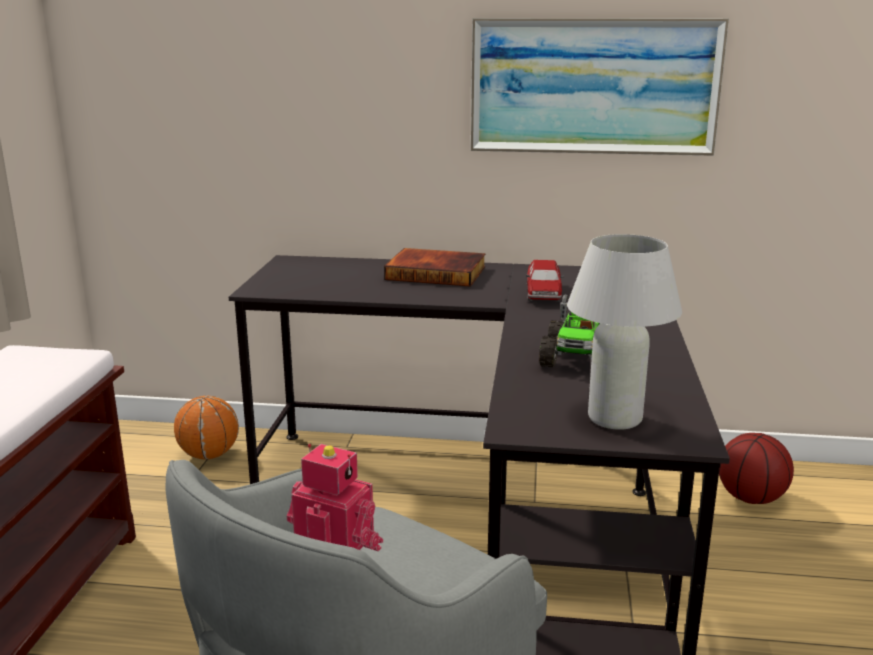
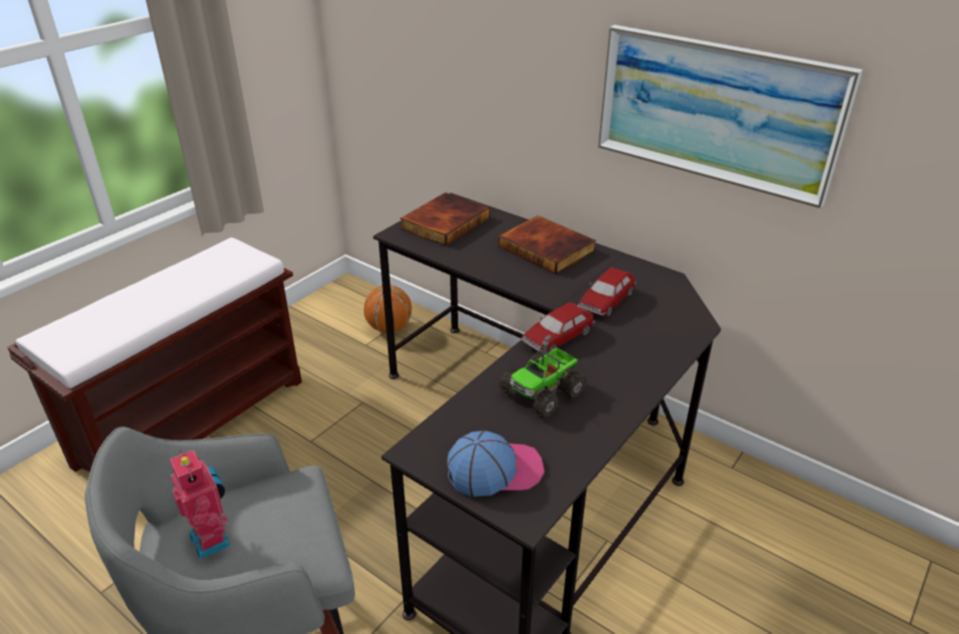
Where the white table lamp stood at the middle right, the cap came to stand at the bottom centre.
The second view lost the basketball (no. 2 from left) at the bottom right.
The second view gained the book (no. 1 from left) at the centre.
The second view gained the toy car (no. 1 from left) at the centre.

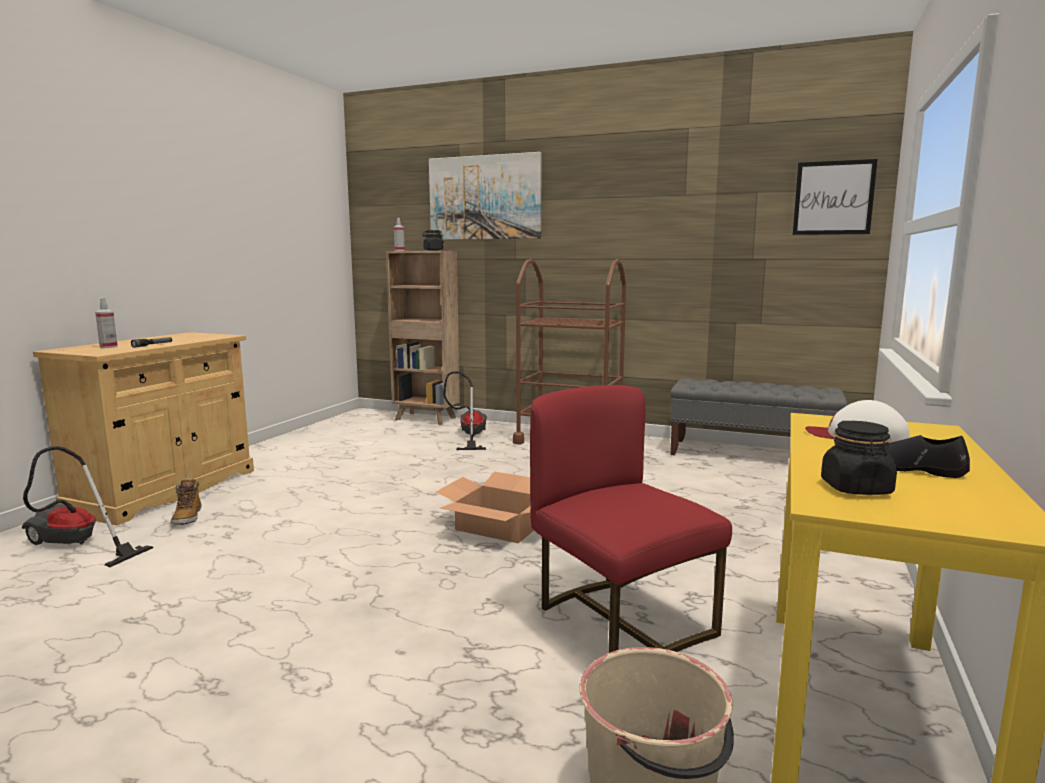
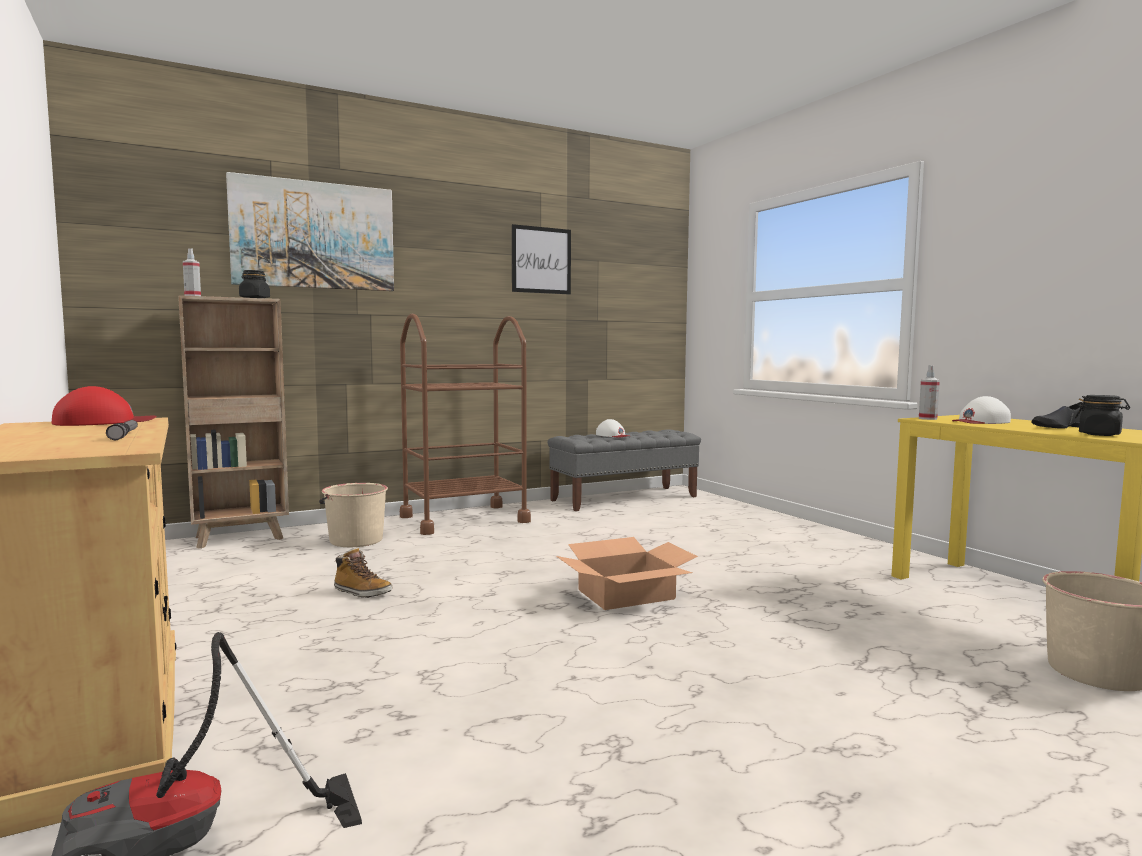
The spray bottle (no. 1 from left in the first image) ended up elsewhere, having gone from the middle left to the middle right.
The boot ended up elsewhere, having gone from the middle left to the bottom left.
Where the vacuum cleaner (no. 2 from left) stood at the centre, the beige bucket (no. 1 from left) came to stand at the middle left.
The second view lost the red chair at the centre.
The picture (no. 2 from left) ended up elsewhere, having gone from the top right to the top centre.
The second view gained the red cap at the middle left.
The second view gained the white cap (no. 1 from left) at the centre.

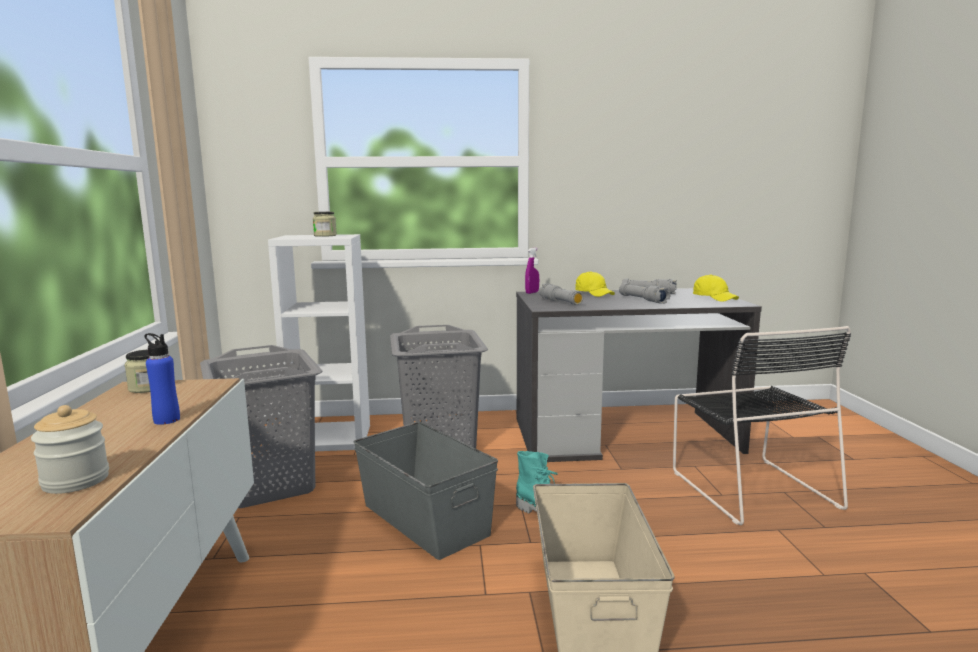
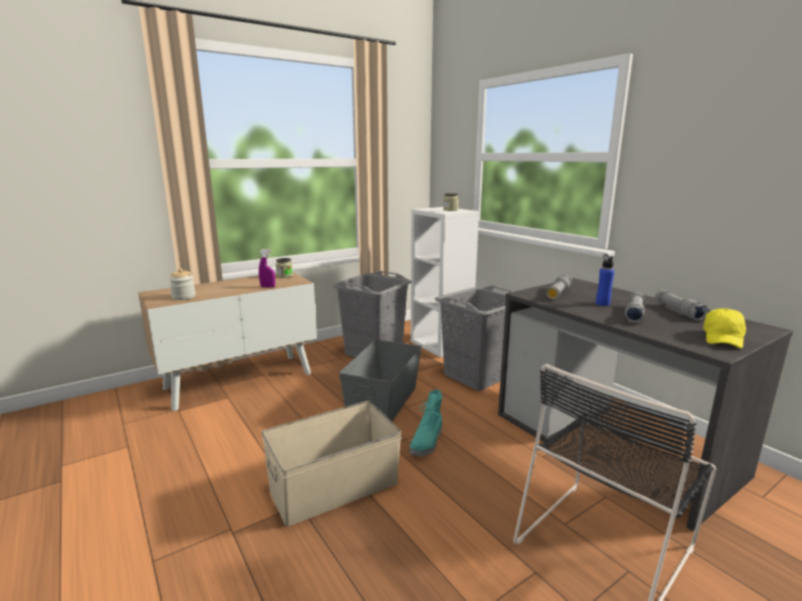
The blue bottle ended up elsewhere, having gone from the middle left to the middle right.
The purple spray bottle ended up elsewhere, having gone from the centre to the middle left.
The second view lost the yellow cap (no. 1 from left) at the centre.

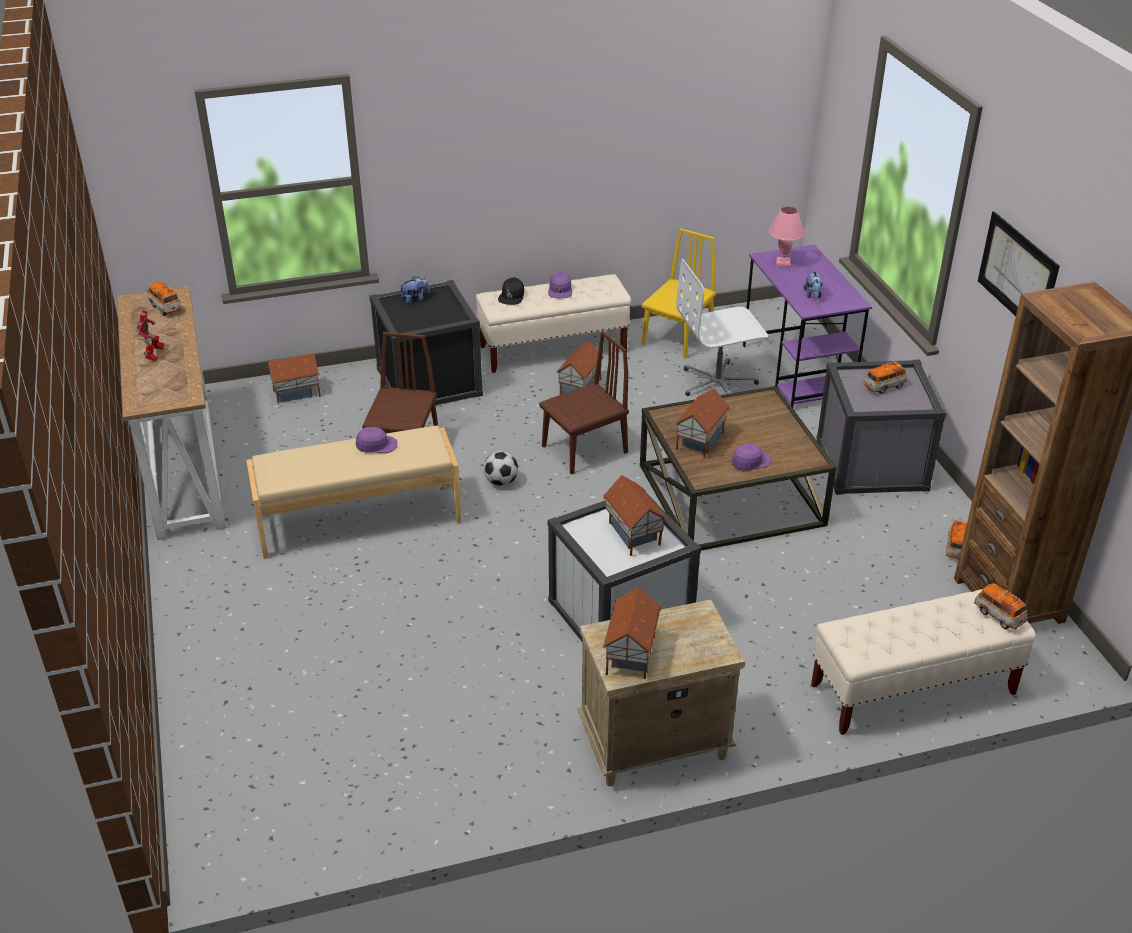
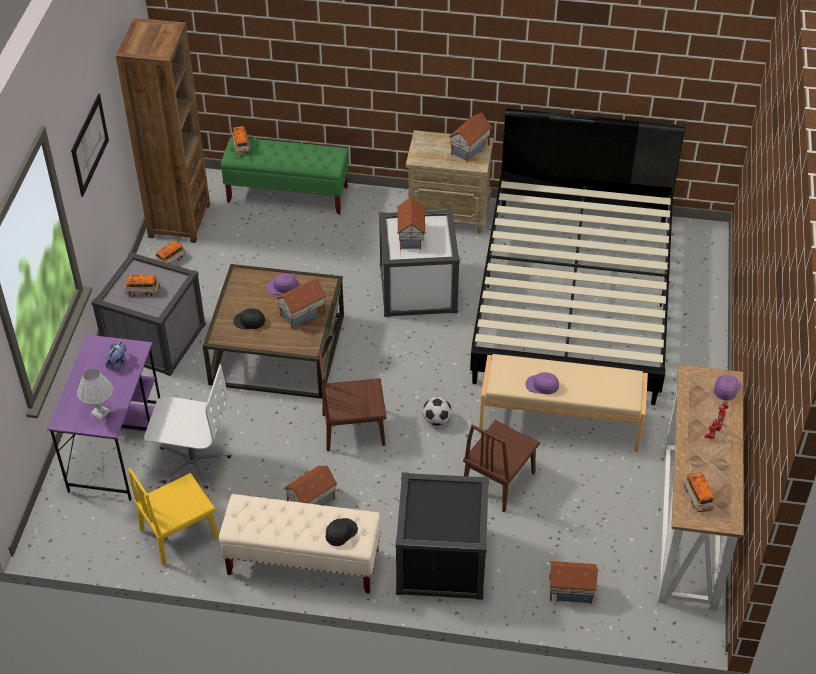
The second view lost the plush toy (no. 1 from left) at the top centre.
The purple cap (no. 2 from left in the first image) ended up elsewhere, having gone from the top centre to the middle right.
What was the pink table lamp at the top right turned into the white table lamp at the middle left.
What was the beige bench (no. 3 from left) at the bottom right turned into the green bench at the top centre.
The second view gained the black cap (no. 1 from left) at the middle left.
The second view gained the black bed at the middle right.

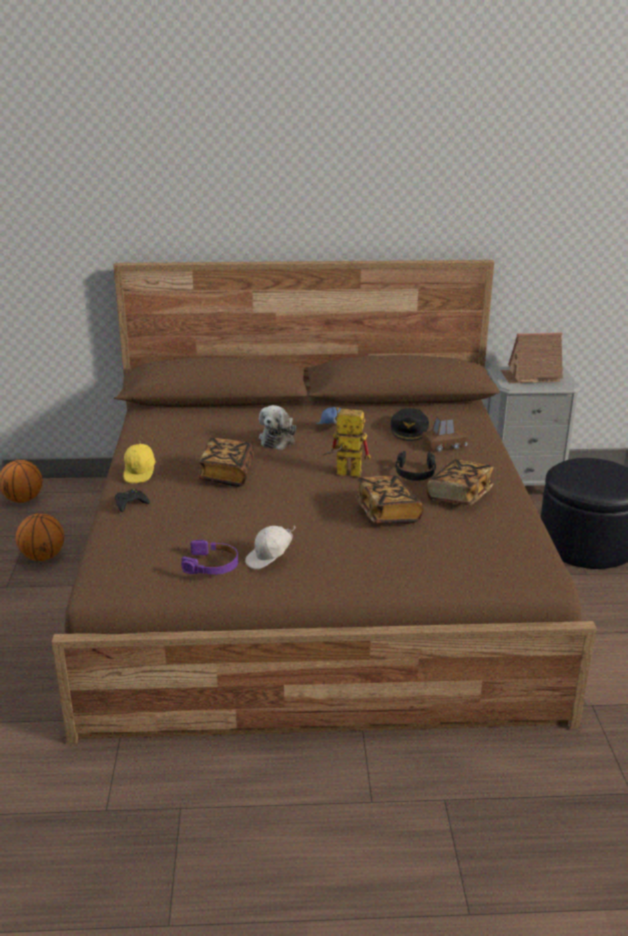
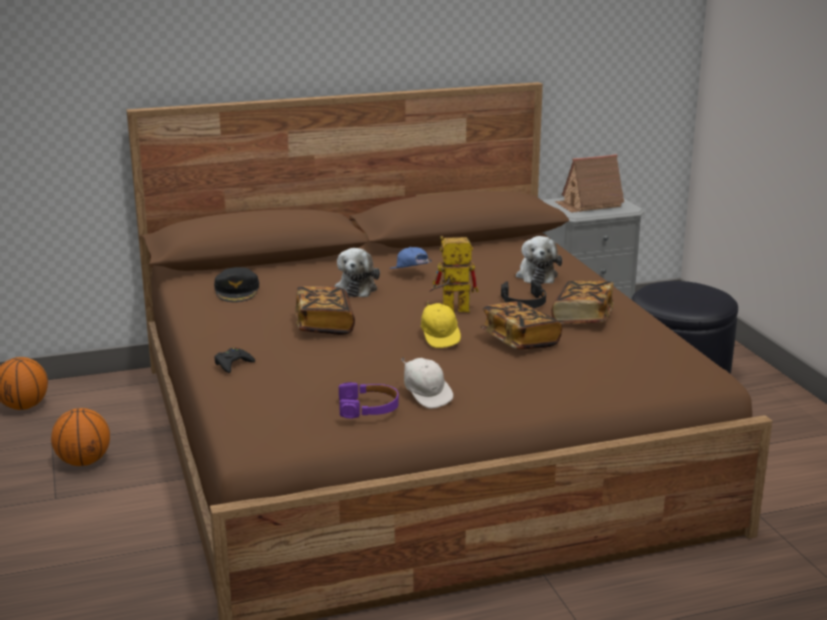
The yellow cap ended up elsewhere, having gone from the middle left to the centre.
The white cap at the centre ended up facing another way, 75 degrees counterclockwise from before.
The black cap ended up elsewhere, having gone from the centre to the middle left.
Where the brown toy car stood at the middle right, the plush toy (no. 2 from left) came to stand at the centre.

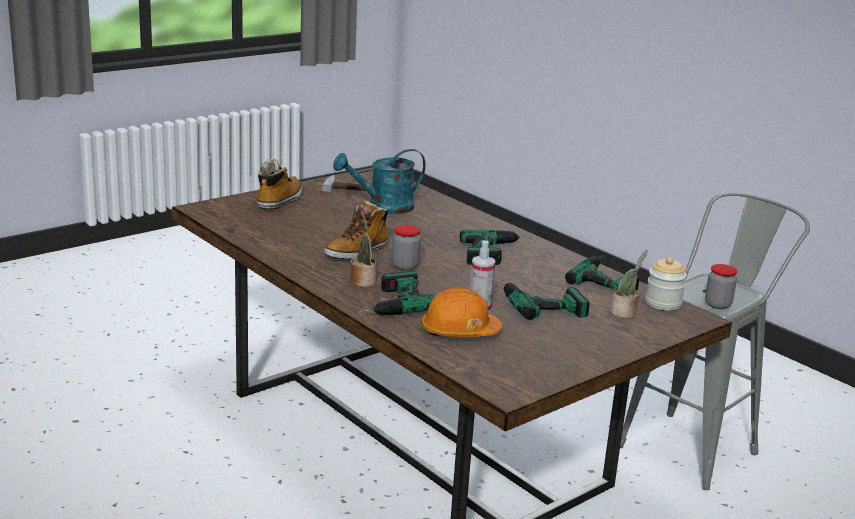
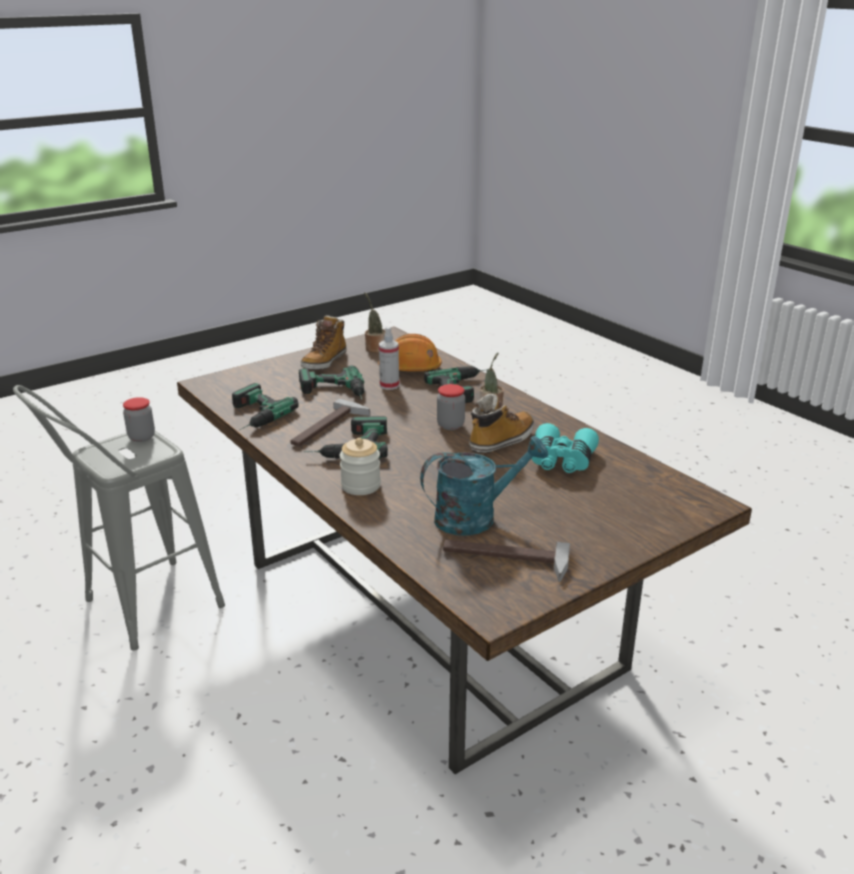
The boot (no. 1 from left) ended up elsewhere, having gone from the middle left to the centre.
The potted plant (no. 2 from left in the first image) ended up elsewhere, having gone from the middle right to the centre.
The jar (no. 2 from left) ended up elsewhere, having gone from the middle right to the centre.
The second view gained the hammer (no. 1 from left) at the centre.
The second view gained the turquoise binoculars at the centre.

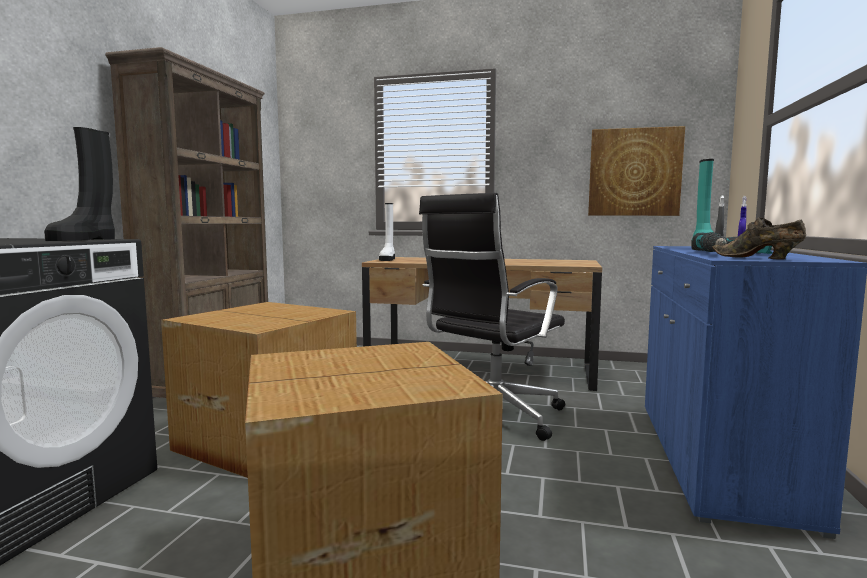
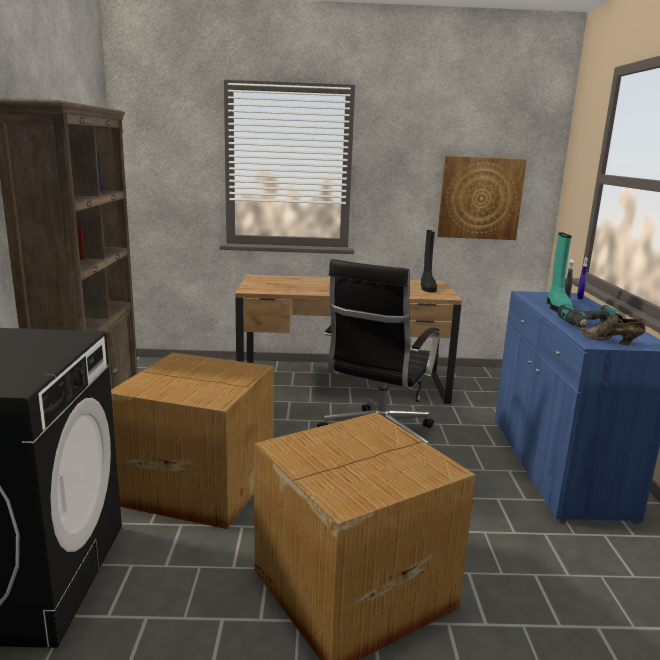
The black boot ended up elsewhere, having gone from the top left to the centre.
The second view lost the white boot at the centre.

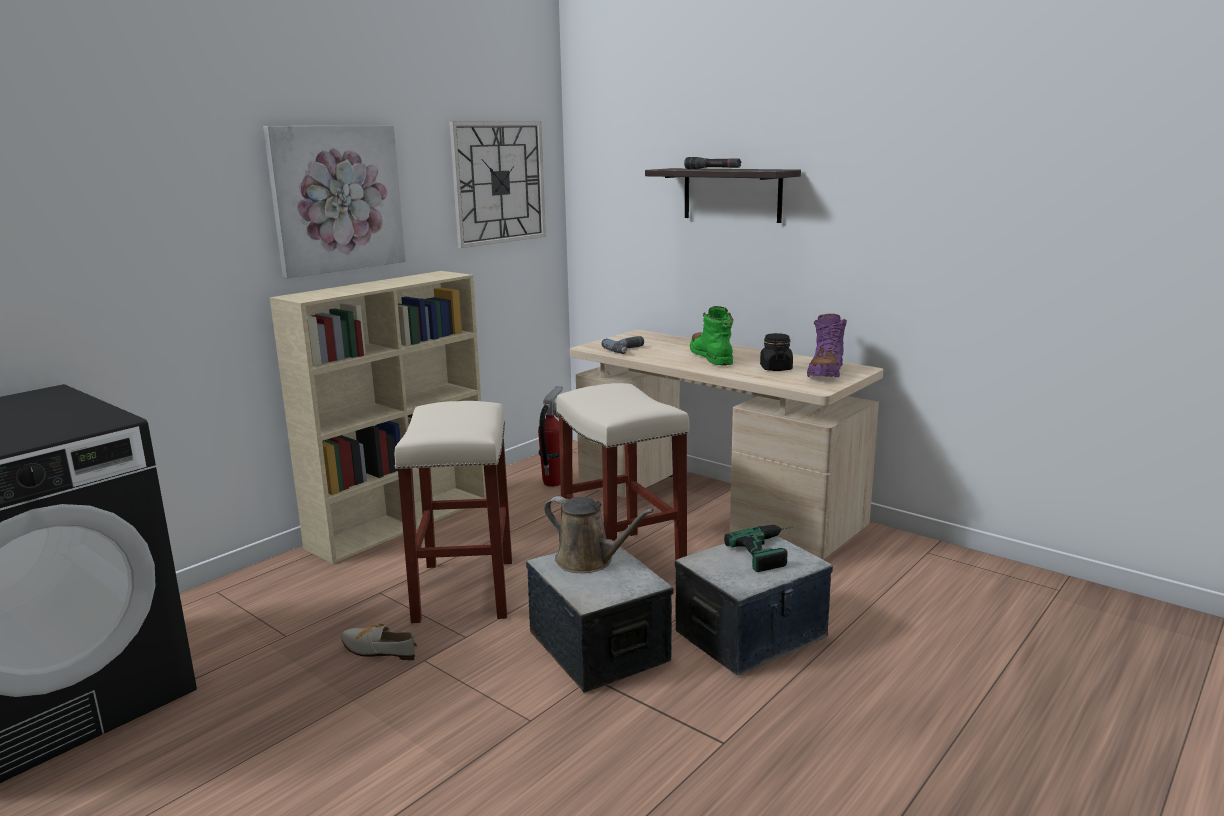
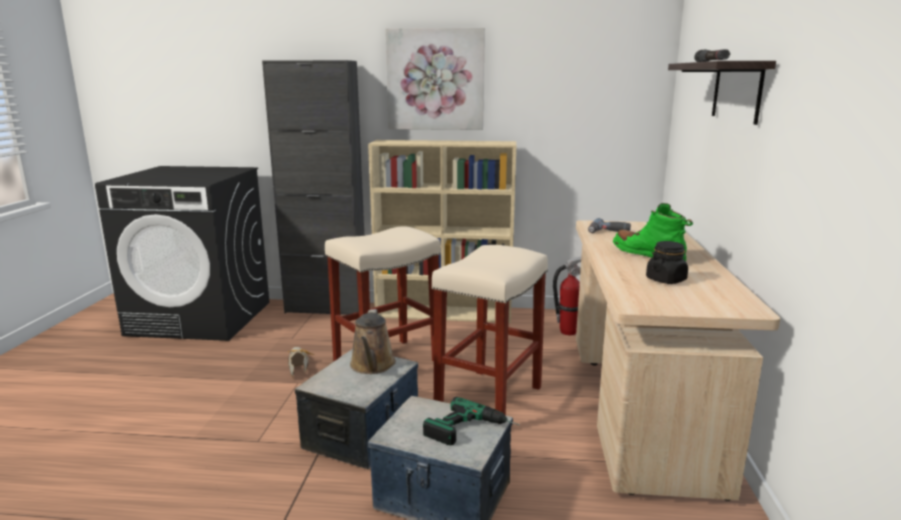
The second view lost the wall clock at the top centre.
The green boot at the centre ended up facing another way, 75 degrees counterclockwise from before.
The second view lost the purple boot at the middle right.
The second view gained the black cabinet at the centre.

